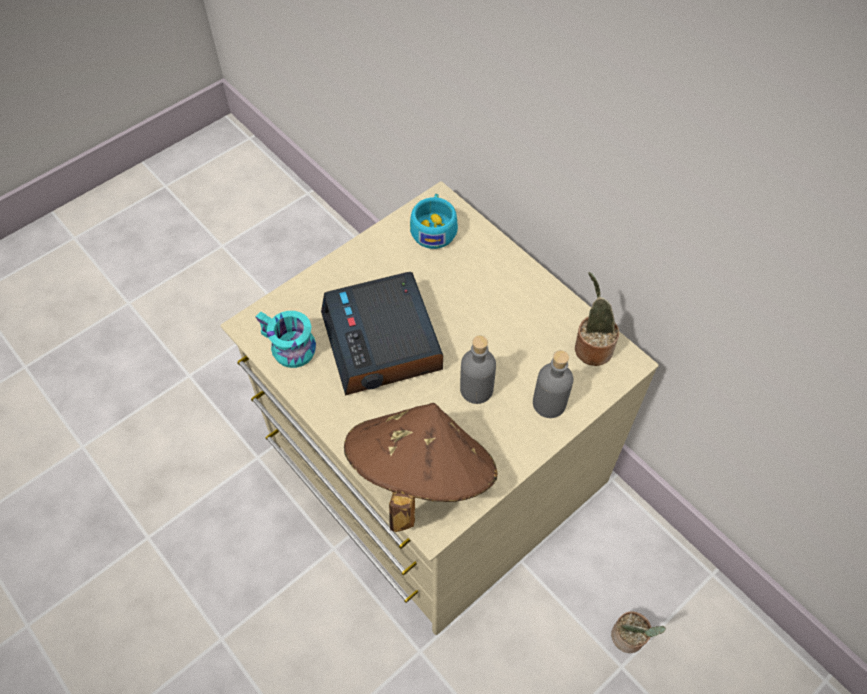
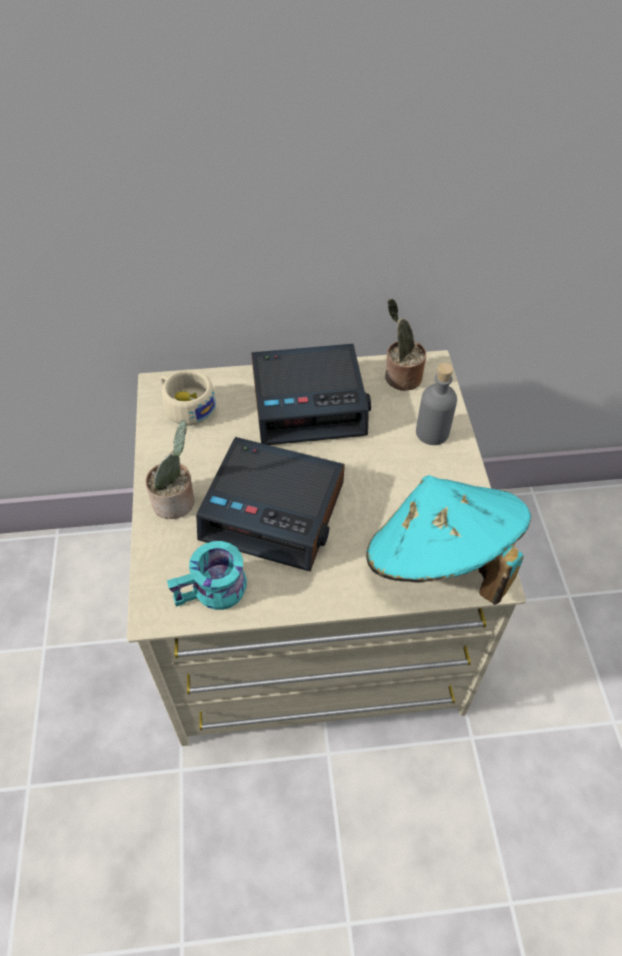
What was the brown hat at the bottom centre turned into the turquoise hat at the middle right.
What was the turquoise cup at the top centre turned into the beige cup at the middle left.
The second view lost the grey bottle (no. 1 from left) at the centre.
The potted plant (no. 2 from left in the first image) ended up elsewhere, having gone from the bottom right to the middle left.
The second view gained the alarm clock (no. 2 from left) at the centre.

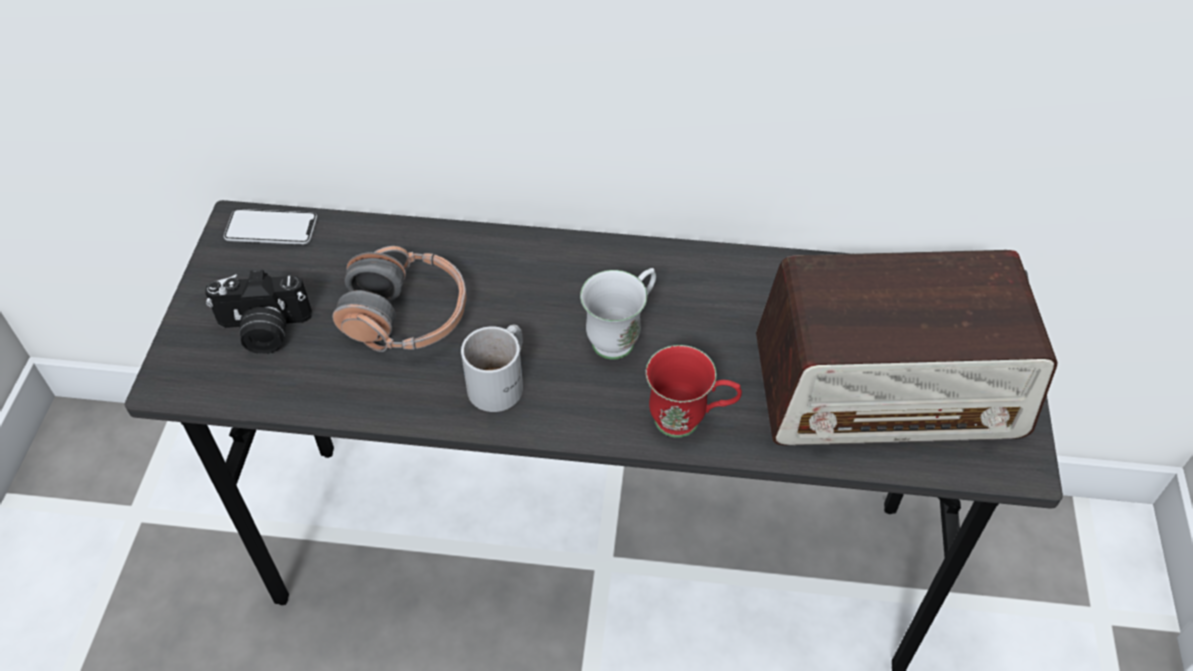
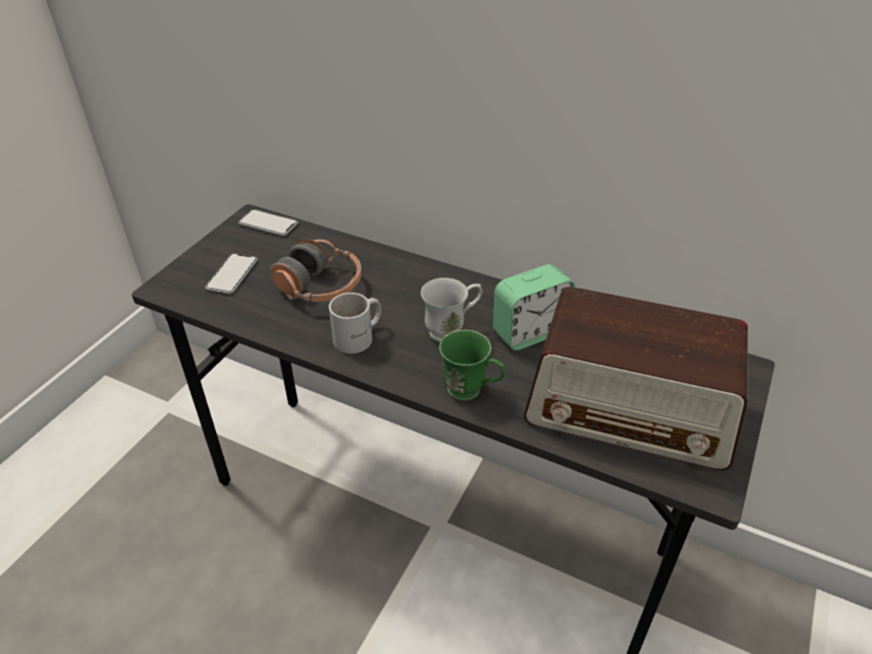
Where the photo camera stood at the middle left, the phone (no. 1 from left) came to stand at the middle left.
What was the red mug at the centre turned into the green mug at the centre.
The second view gained the alarm clock at the centre.

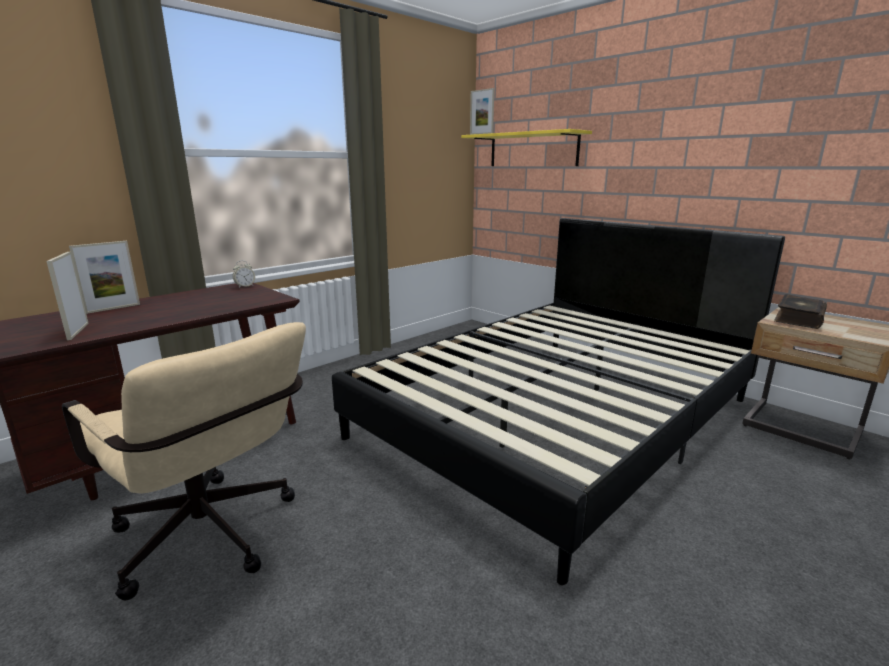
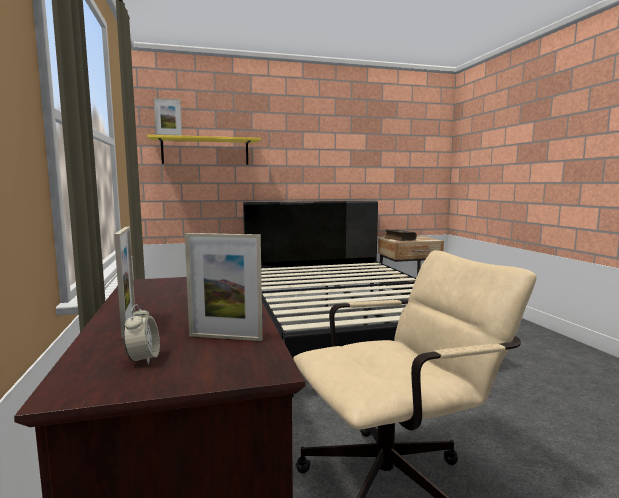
The alarm clock ended up elsewhere, having gone from the middle left to the bottom left.

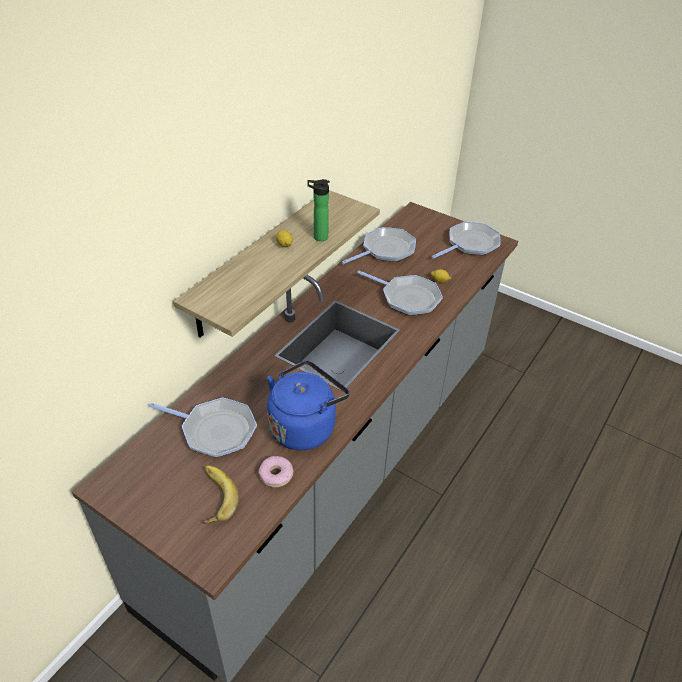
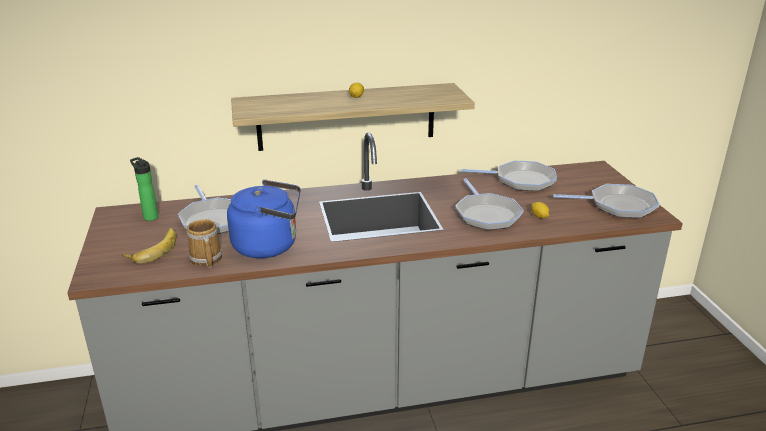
Where the donut stood at the bottom centre, the mug came to stand at the middle left.
The bottle ended up elsewhere, having gone from the top centre to the middle left.

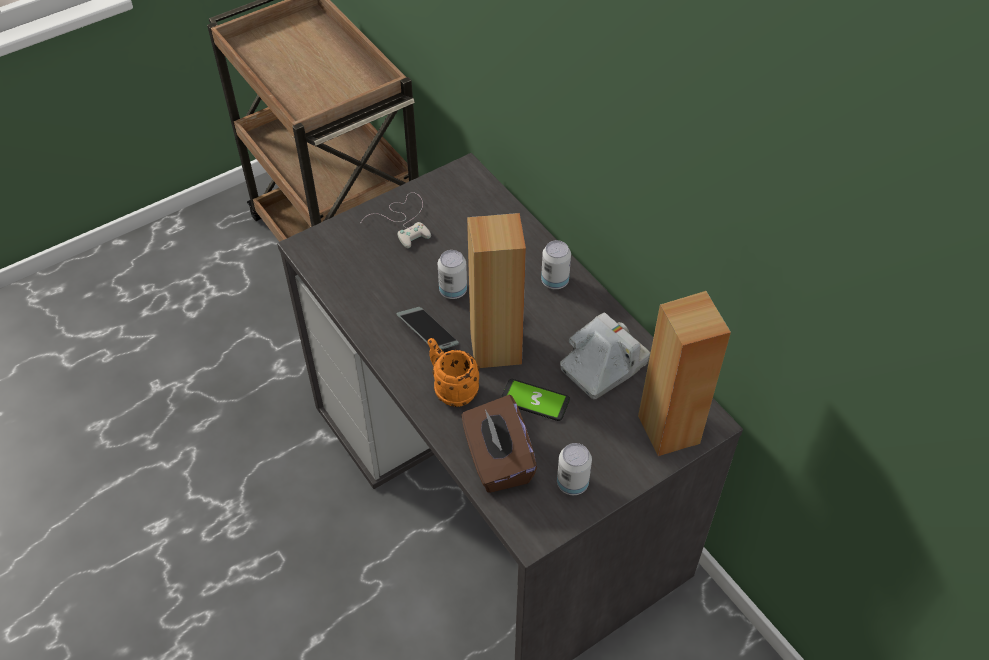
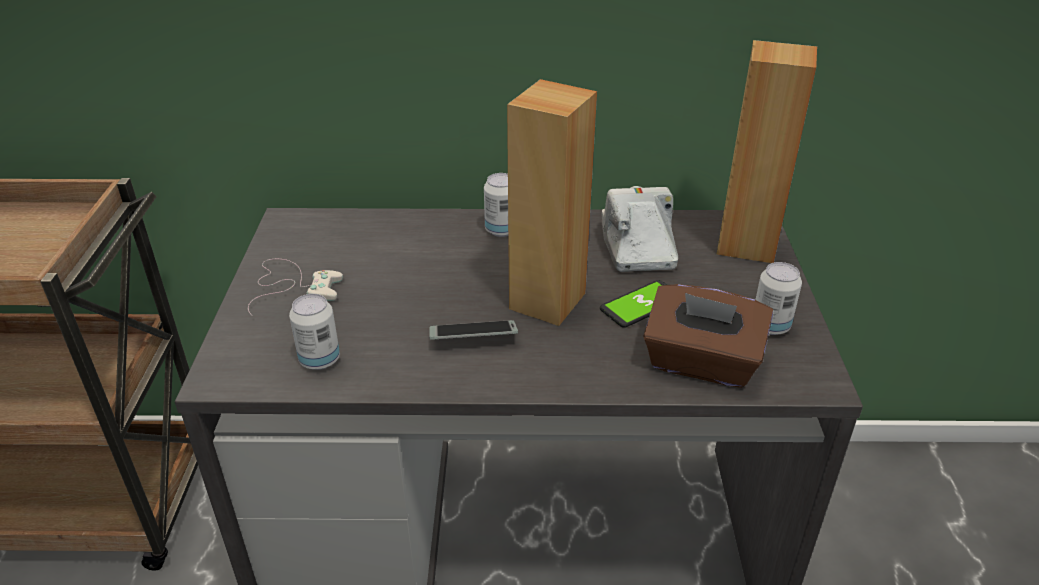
The second view lost the orange mug at the centre.
The can (no. 1 from left) ended up elsewhere, having gone from the centre to the middle left.

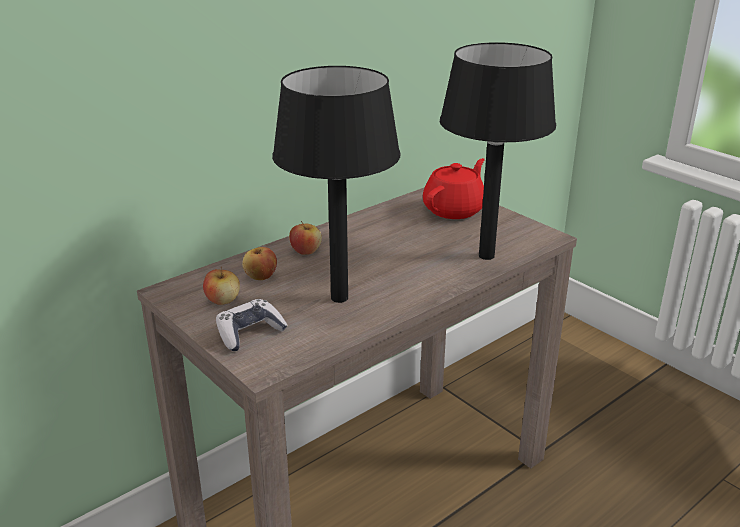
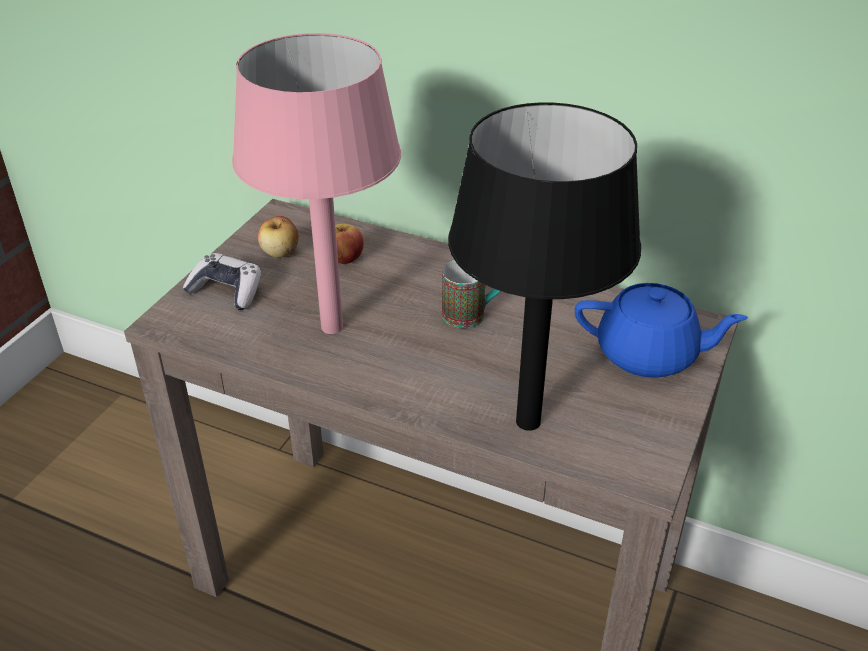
What was the black table lamp (no. 1 from left) at the centre turned into the pink table lamp at the top centre.
The second view lost the apple (no. 3 from left) at the centre.
What was the red teapot at the centre turned into the blue teapot at the middle right.
The second view gained the mug at the centre.

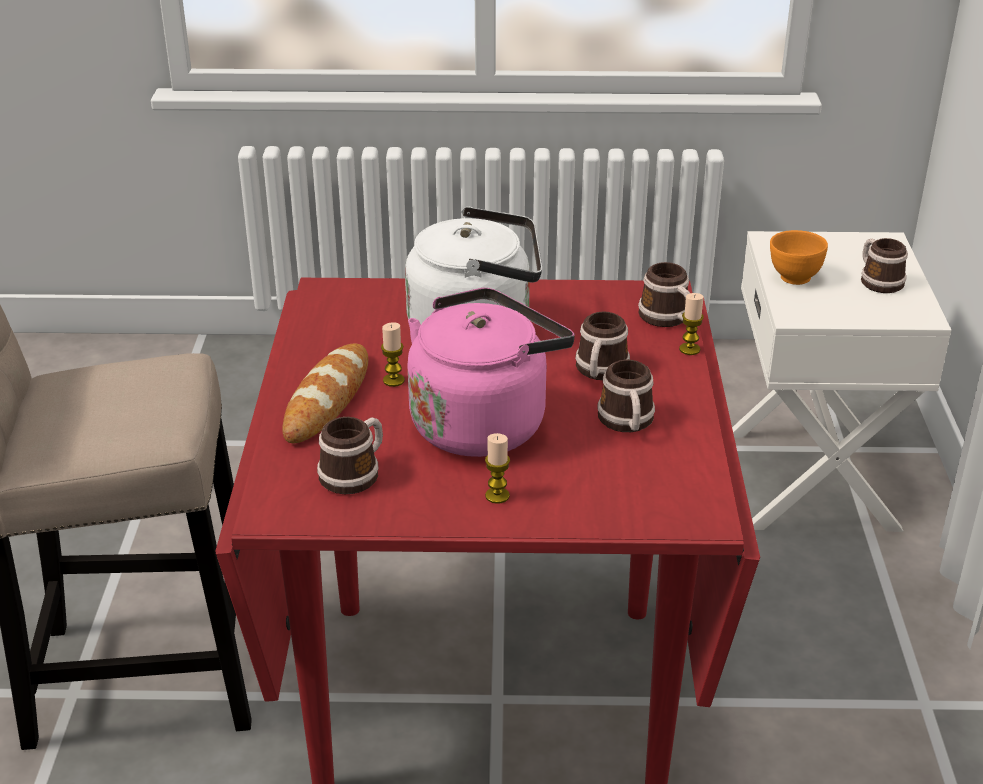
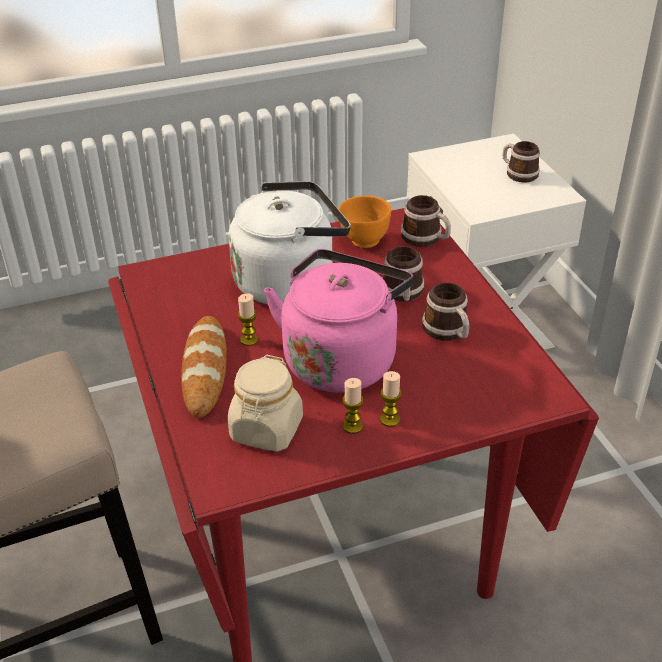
Where the mug (no. 1 from left) stood at the centre, the beige jar came to stand at the centre.
The candle (no. 3 from left in the first image) ended up elsewhere, having gone from the middle right to the centre.
The orange bowl ended up elsewhere, having gone from the top right to the centre.

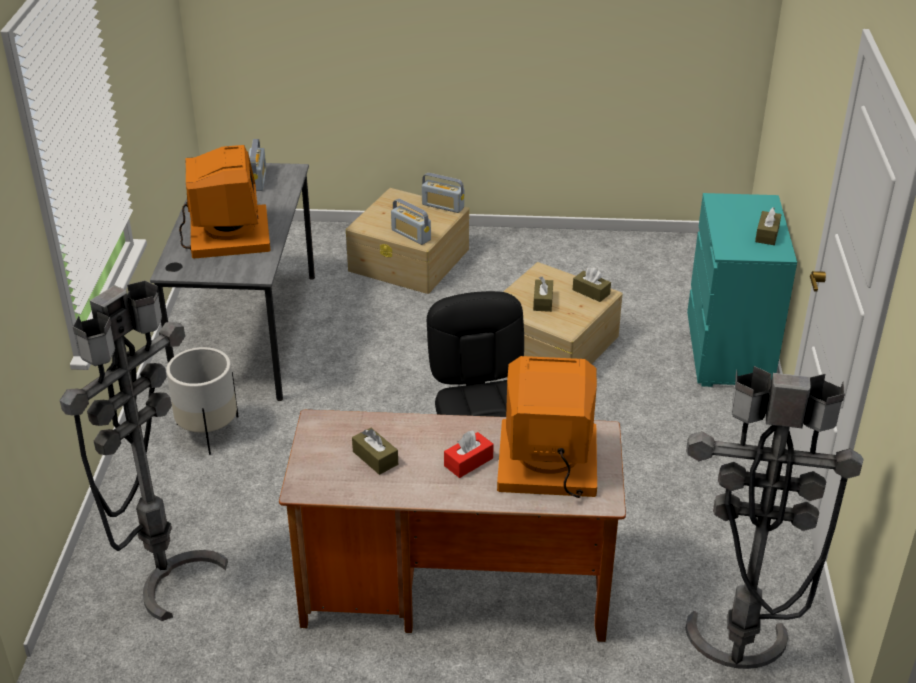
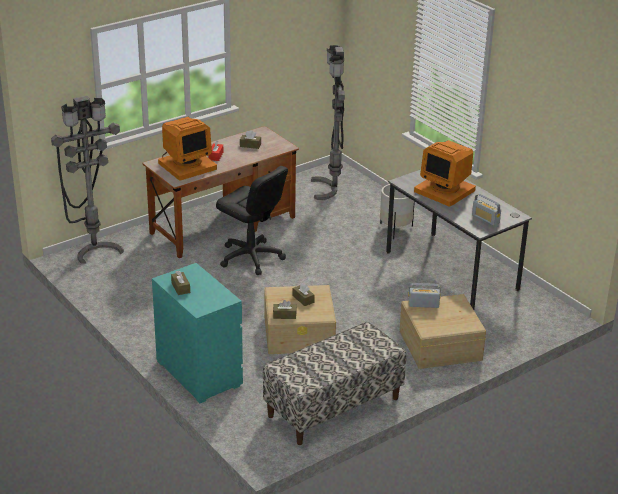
The second view lost the radio (no. 3 from left) at the top centre.
The second view gained the bench at the bottom centre.

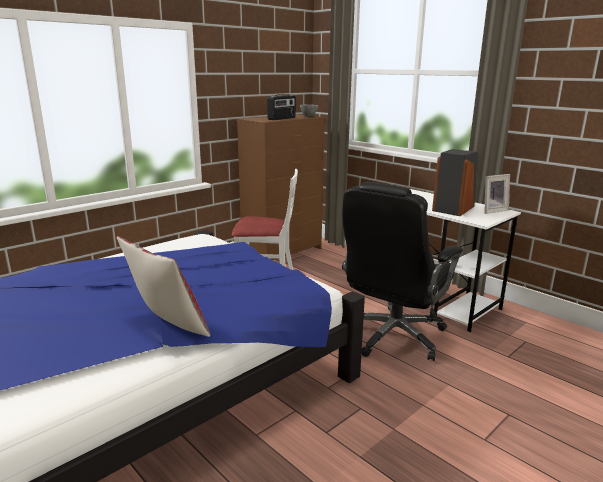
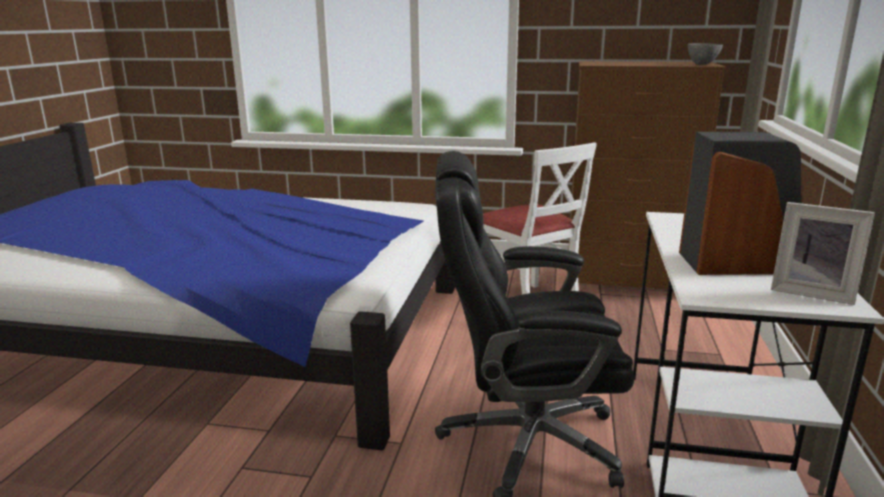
The second view lost the pillow at the middle left.
The second view lost the radio at the top centre.

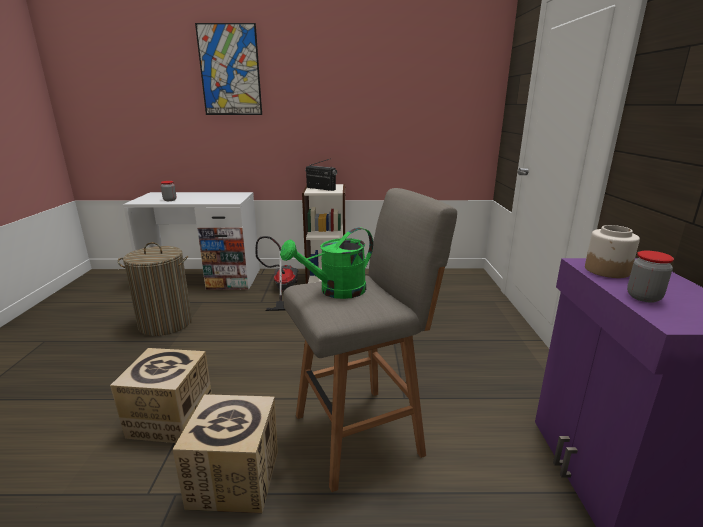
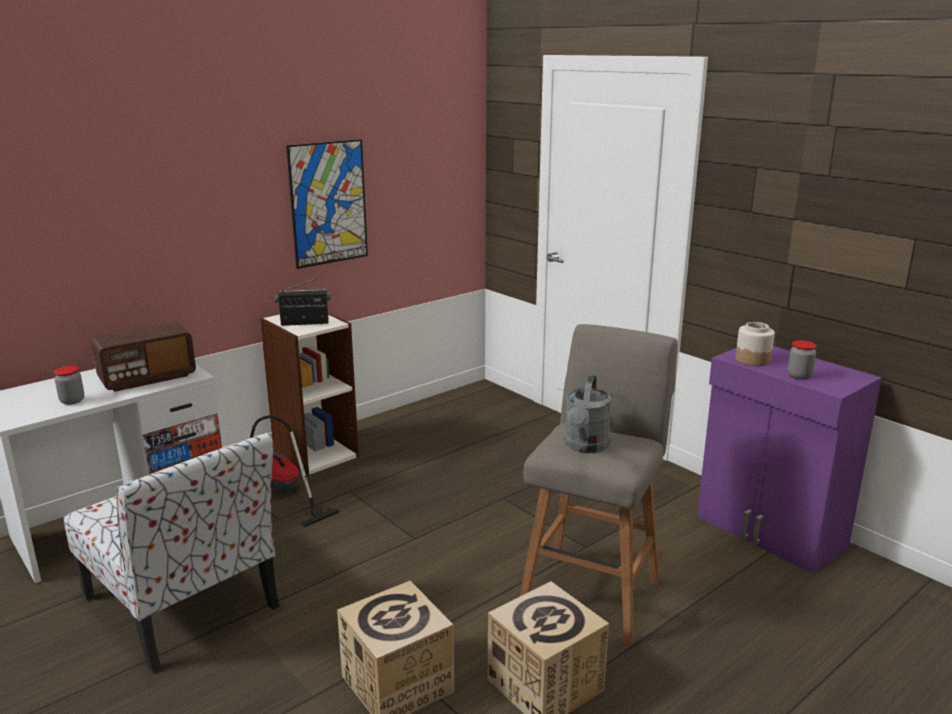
Where the laundry basket stood at the middle left, the chair came to stand at the bottom left.
The picture ended up elsewhere, having gone from the top left to the top centre.
What was the green watering can at the centre turned into the grey watering can at the centre.
The second view gained the radio (no. 1 from left) at the middle left.

